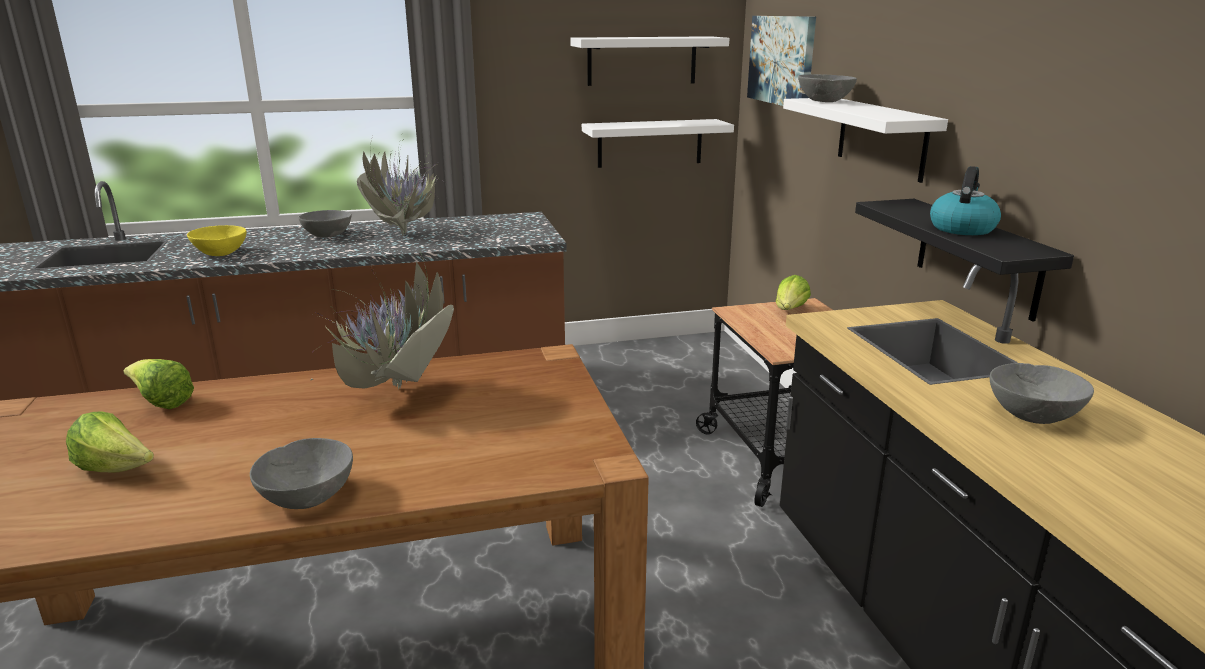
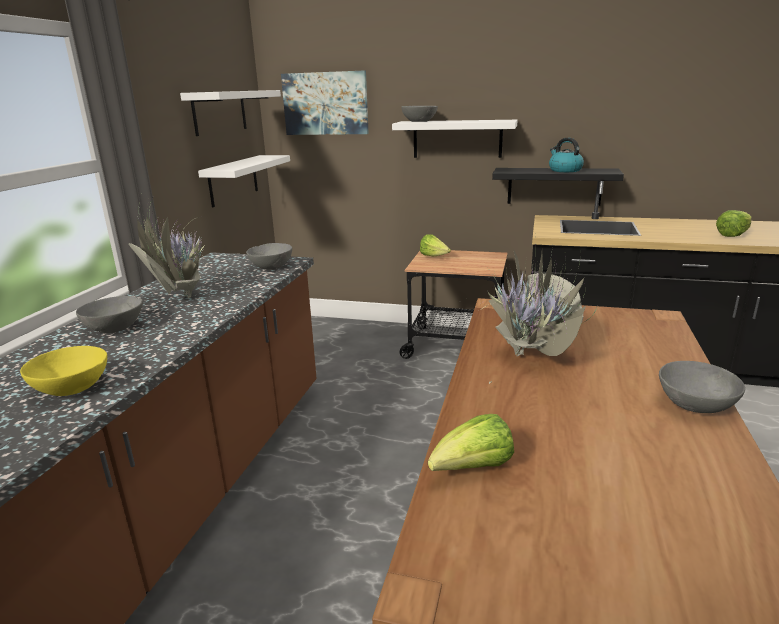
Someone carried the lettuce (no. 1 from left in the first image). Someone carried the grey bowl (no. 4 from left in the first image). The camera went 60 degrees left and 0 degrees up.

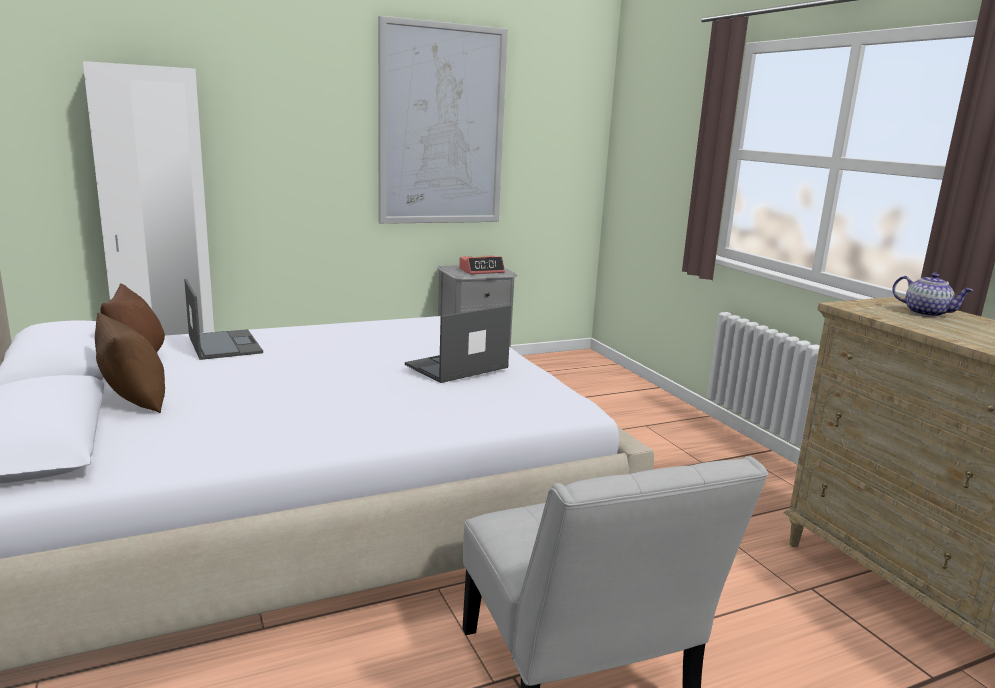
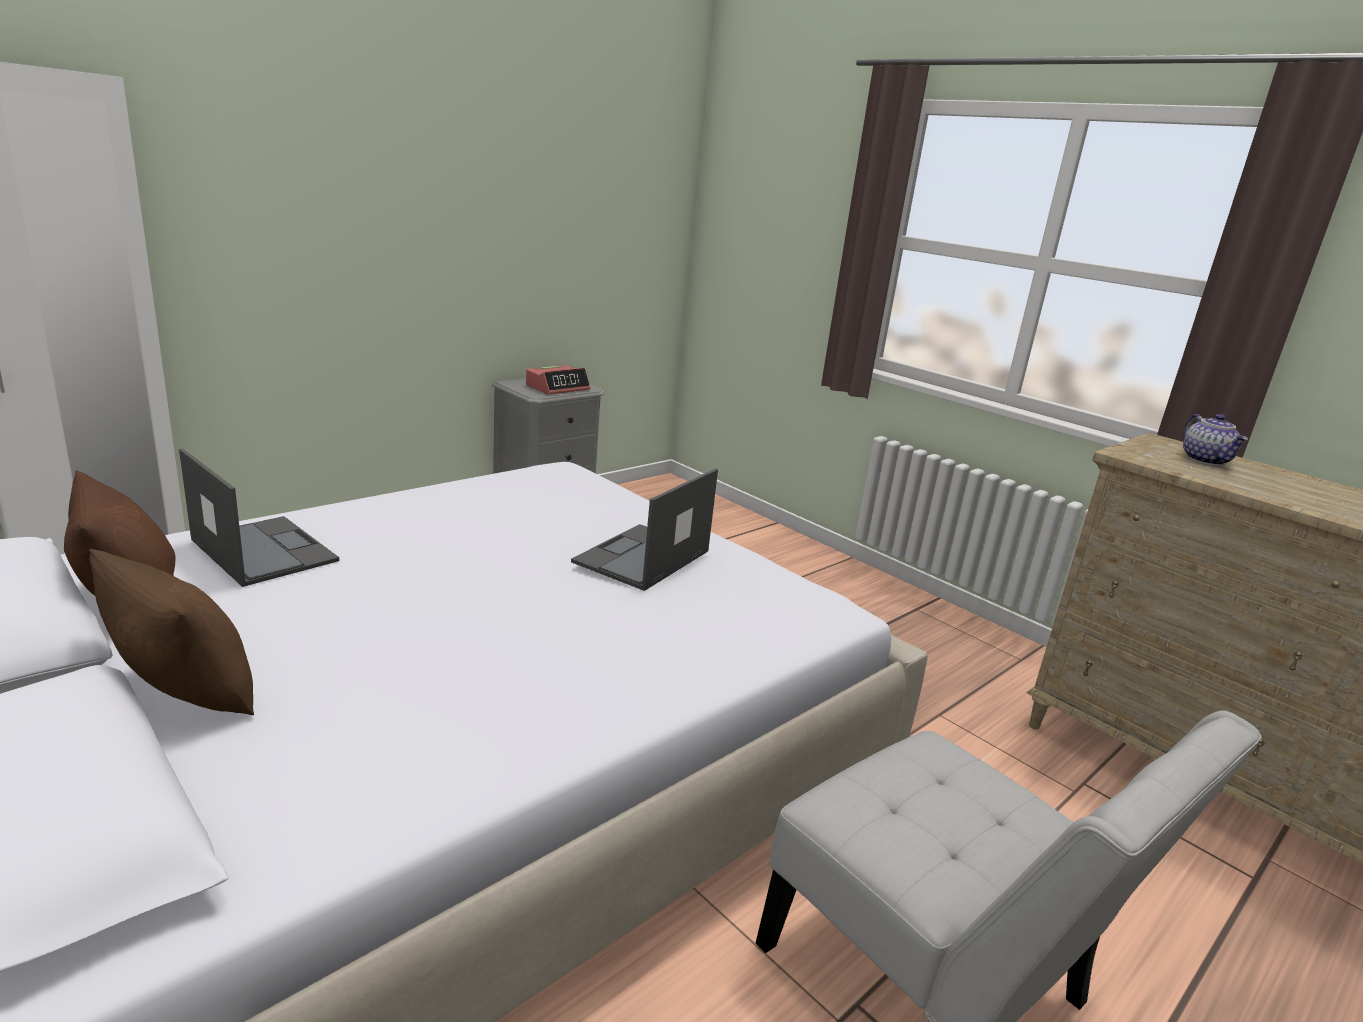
Someone took away the picture. Someone rotated the teapot by 60 degrees clockwise. The camera went 20 degrees left and 5 degrees up.

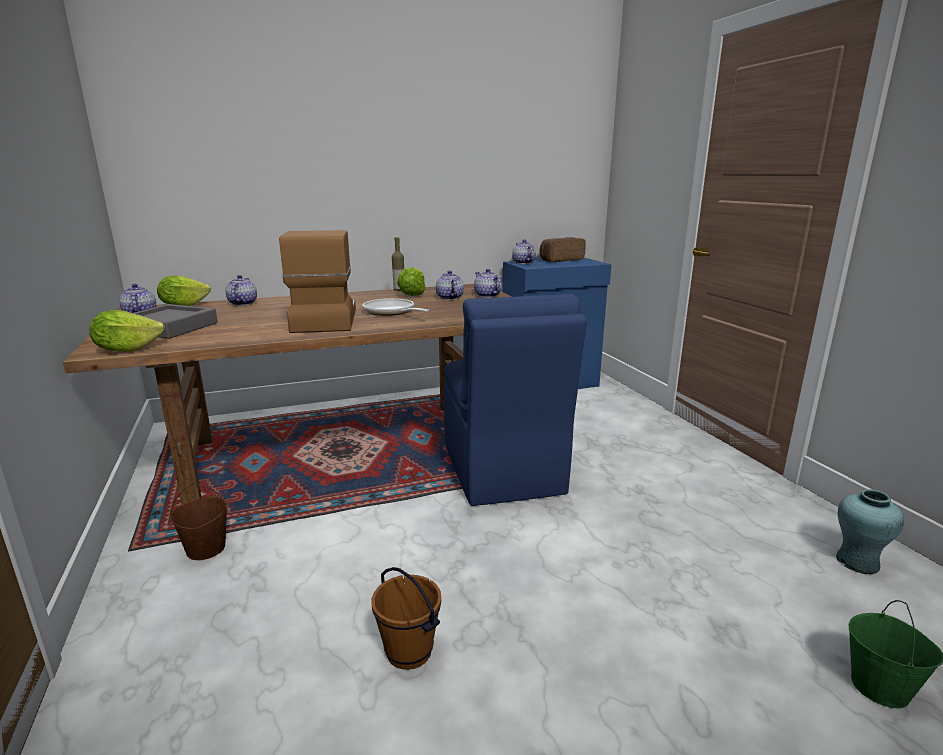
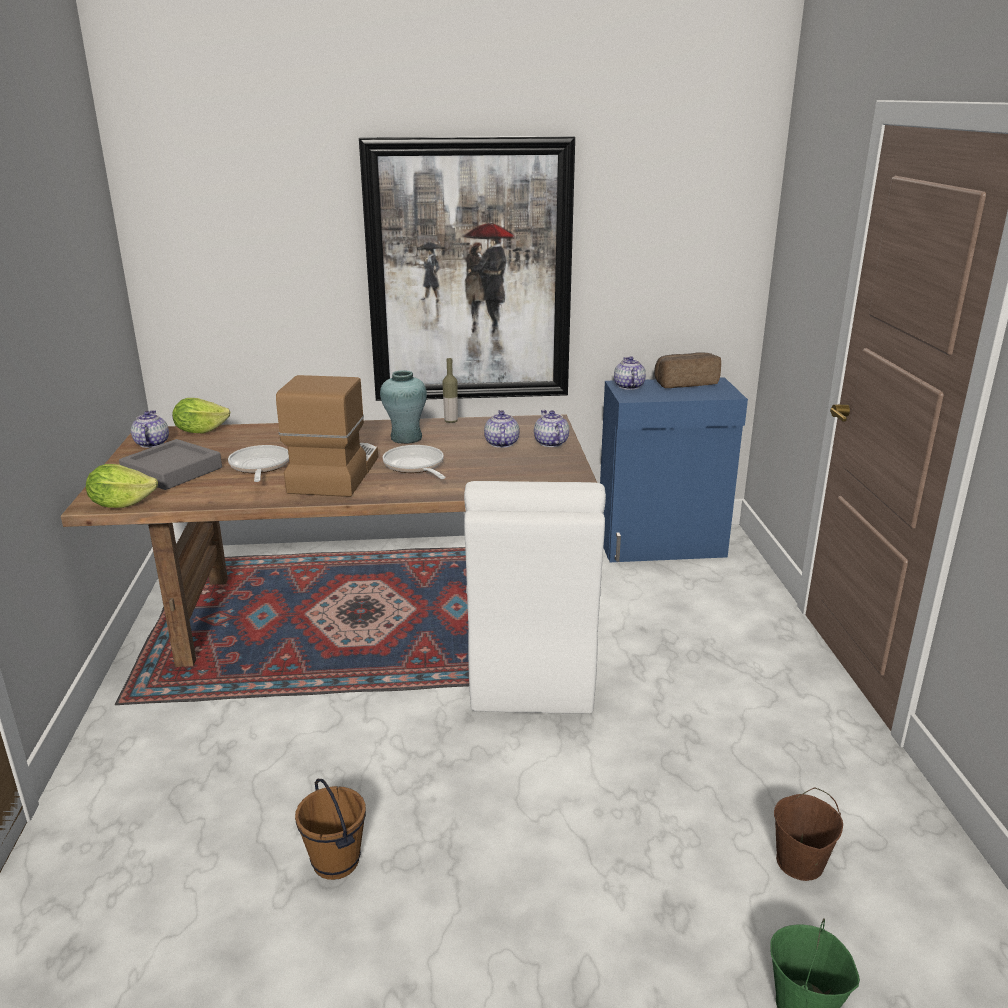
Someone took away the teapot (no. 2 from left). Someone took away the lettuce (no. 3 from left). Someone put down the frying pan (no. 1 from left). Someone put up the picture. Someone carried the brown bucket (no. 1 from left in the first image). Someone carried the turquoise vase. Someone repainted the blue chair, which became the white chair. The camera went 15 degrees right and 5 degrees up.

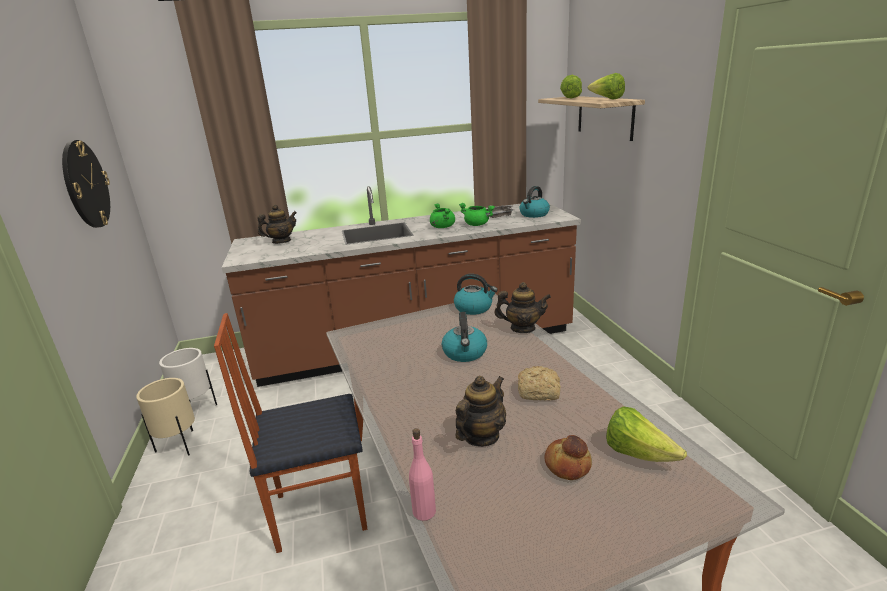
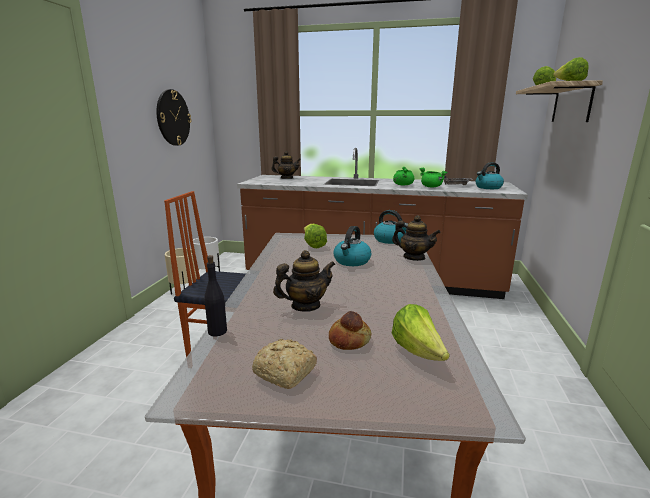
Someone put down the lettuce (no. 1 from left). Someone carried the bread (no. 1 from left). Someone repainted the pink bottle, which became the black bottle. The camera went 25 degrees right and 5 degrees down.

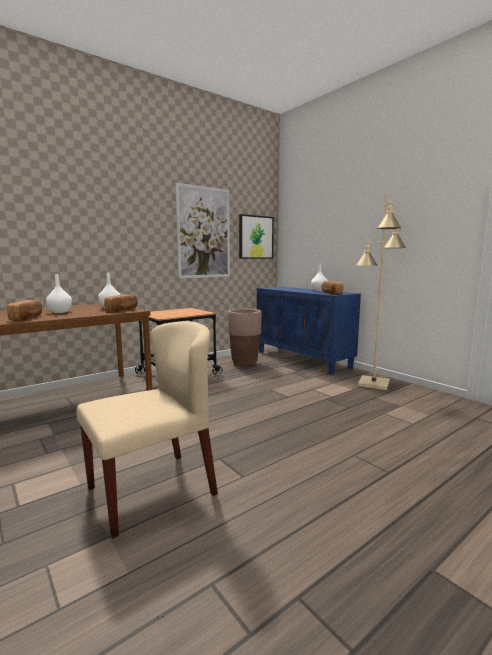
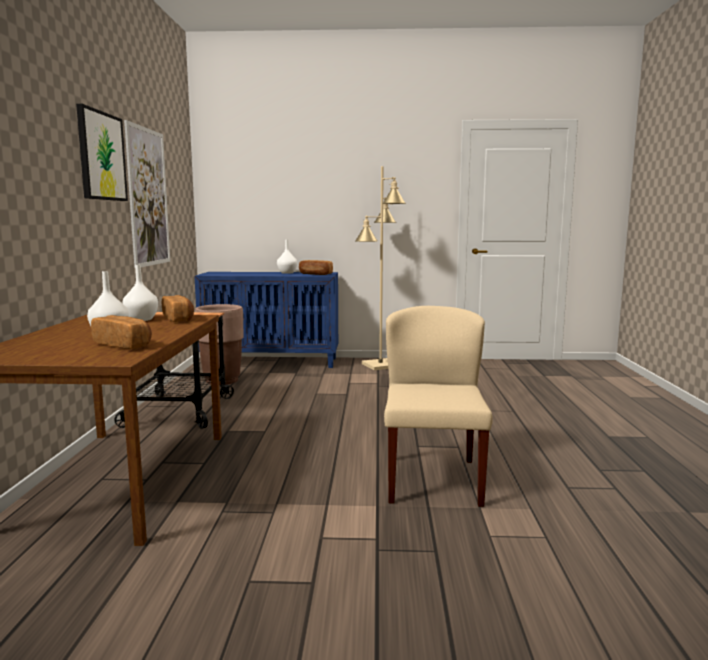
Someone carried the picture (no. 2 from left in the first image). The camera went 50 degrees left and 0 degrees up.

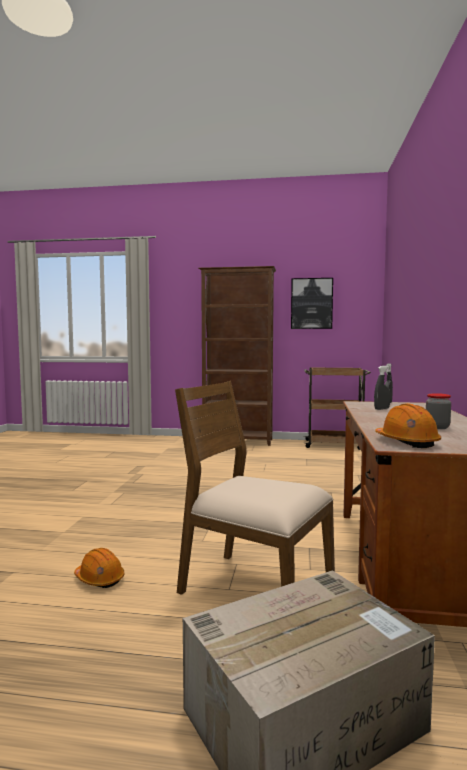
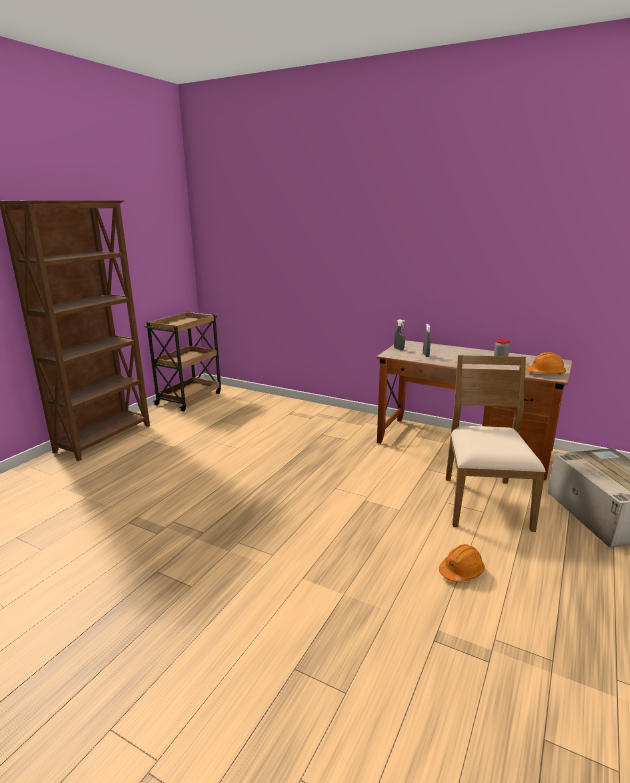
Someone took away the picture. Someone rotated the brown chair by 135 degrees clockwise. The camera went 70 degrees left and 15 degrees up.

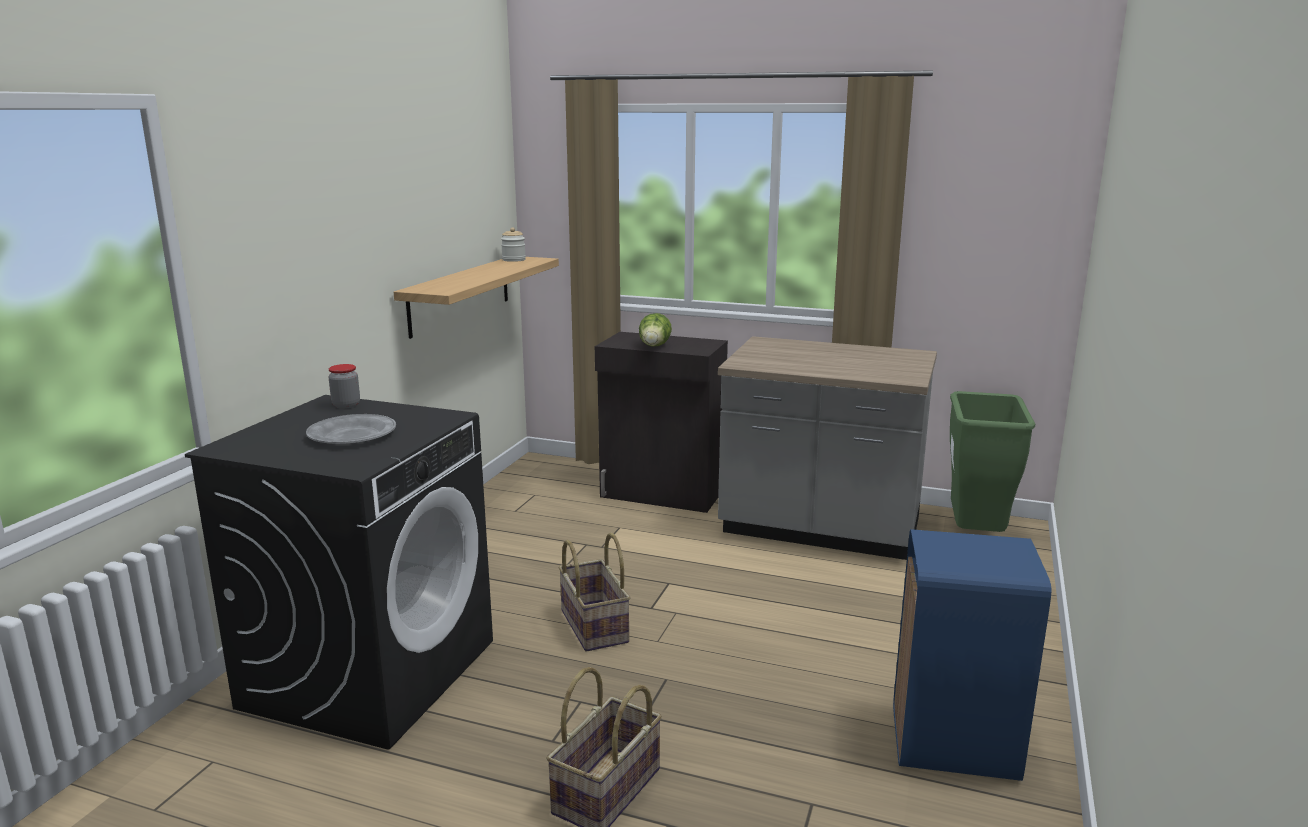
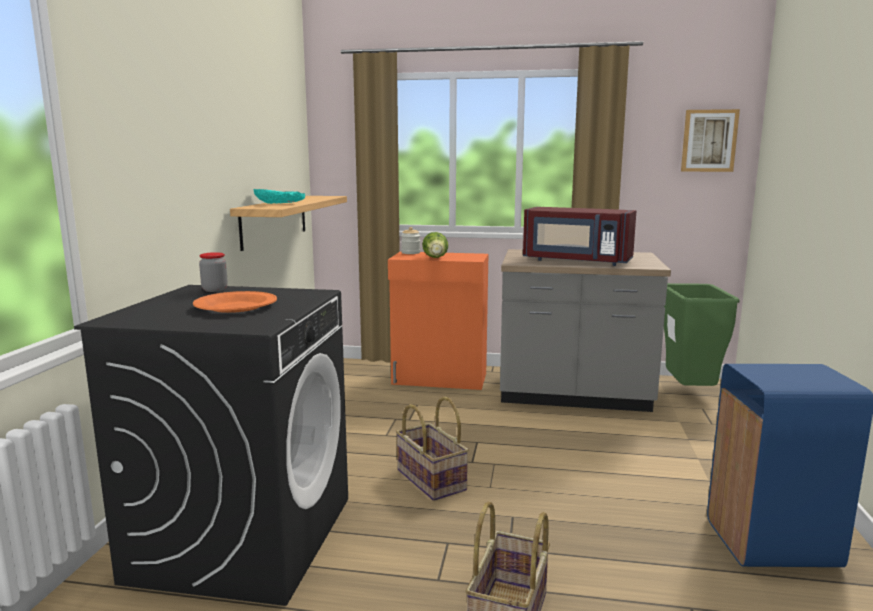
Someone put down the turquoise bowl. Someone put down the red microwave. Someone put up the picture. Someone carried the jar (no. 2 from left). Someone repainted the grey plate, which became the orange plate. Someone repainted the black cabinet, which became the orange cabinet. The camera went 10 degrees left and 5 degrees down.

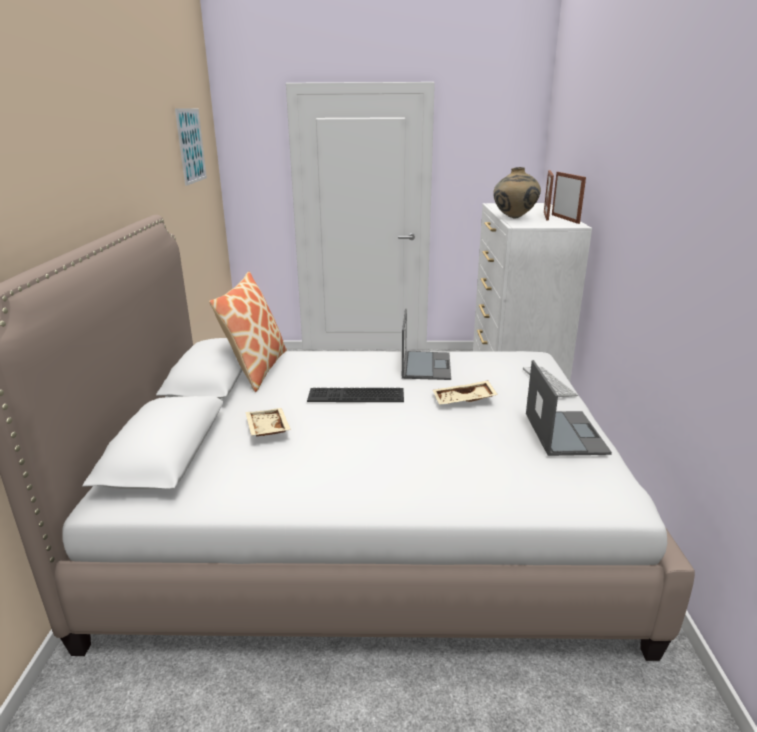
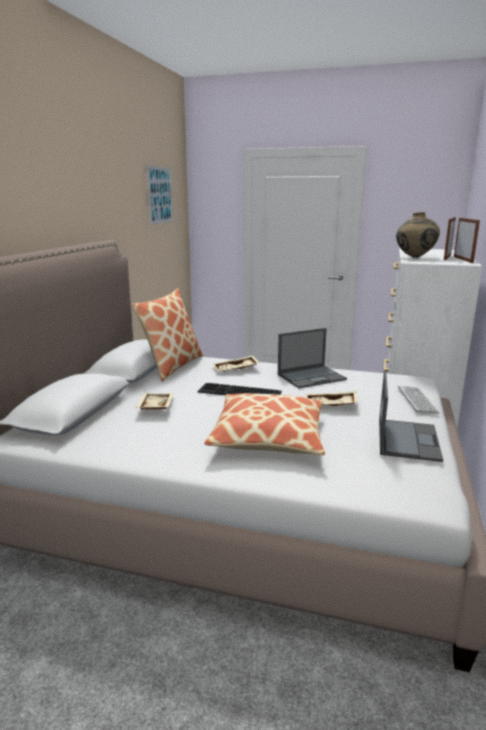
Someone put down the pillow (no. 2 from left). Someone put down the beige tray (no. 2 from left). Someone rotated the laptop (no. 1 from left) by 45 degrees clockwise. The camera went 15 degrees right and 5 degrees down.

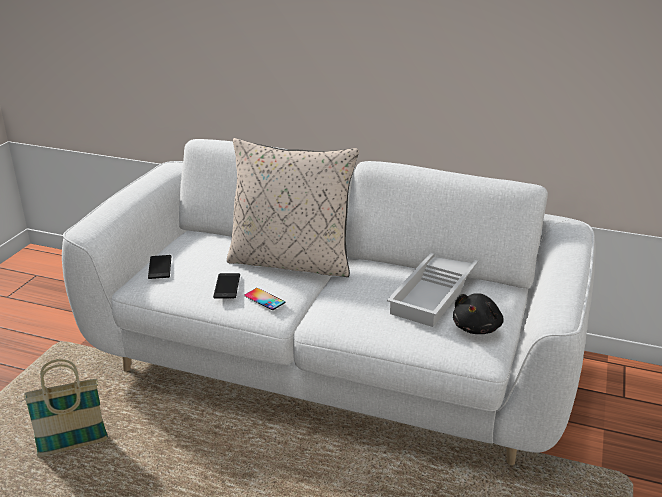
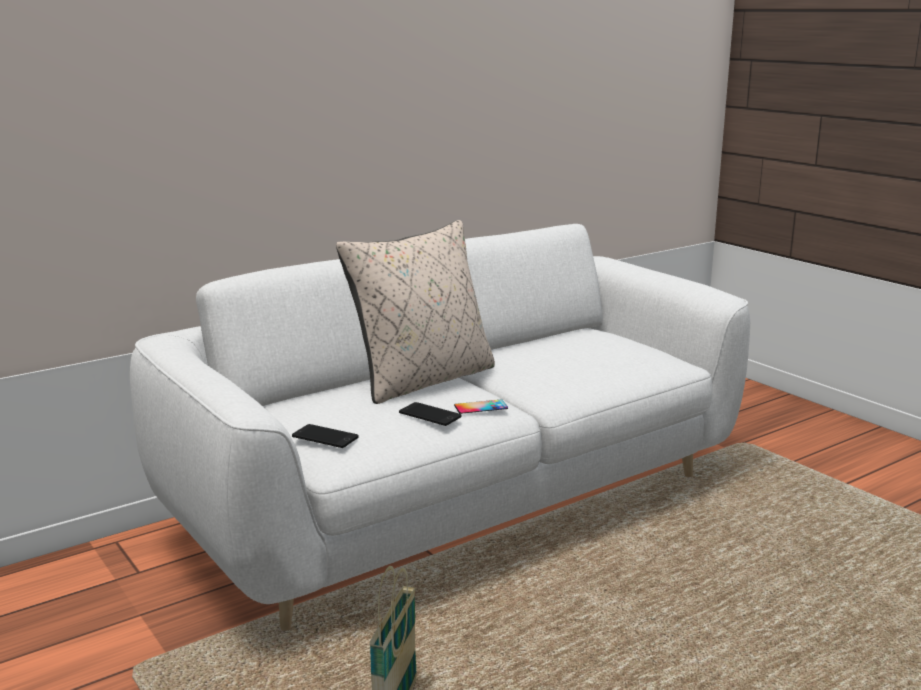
Someone took away the white tray. Someone took away the black plush toy. The camera went 55 degrees left and 10 degrees down.

